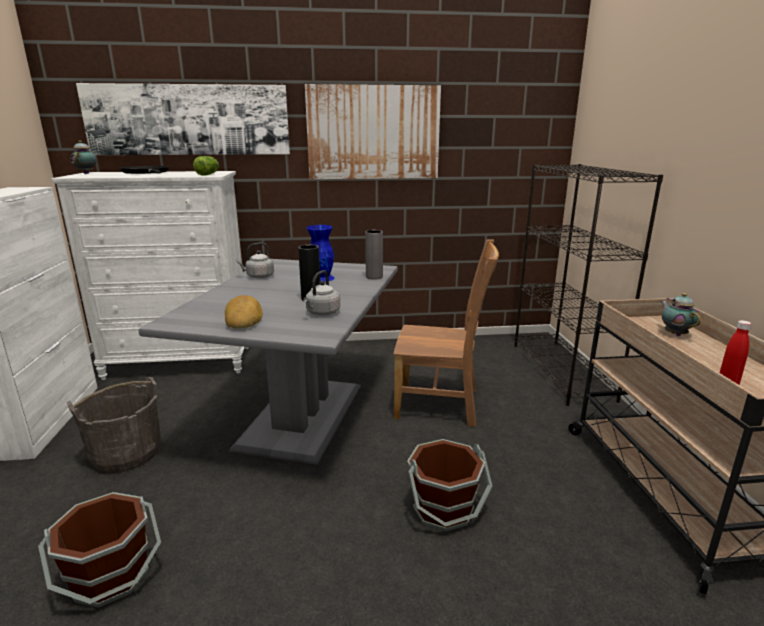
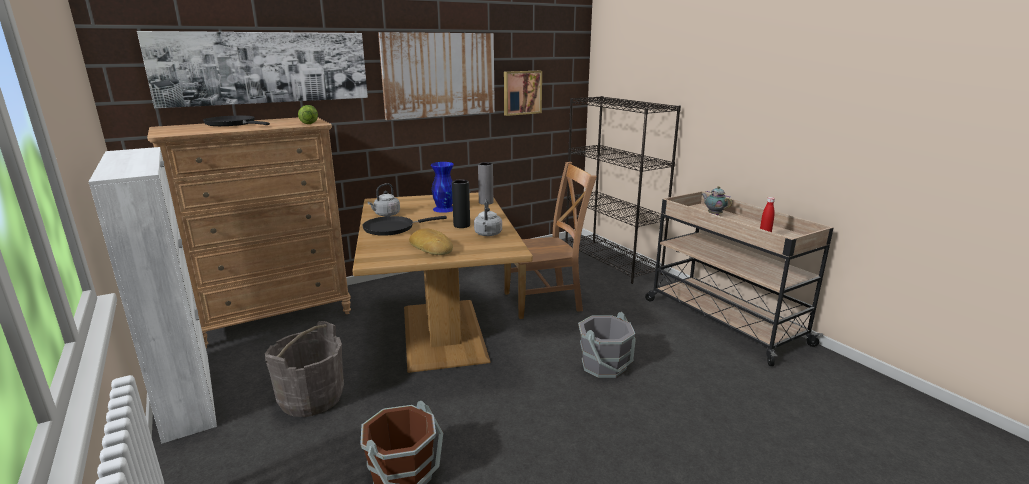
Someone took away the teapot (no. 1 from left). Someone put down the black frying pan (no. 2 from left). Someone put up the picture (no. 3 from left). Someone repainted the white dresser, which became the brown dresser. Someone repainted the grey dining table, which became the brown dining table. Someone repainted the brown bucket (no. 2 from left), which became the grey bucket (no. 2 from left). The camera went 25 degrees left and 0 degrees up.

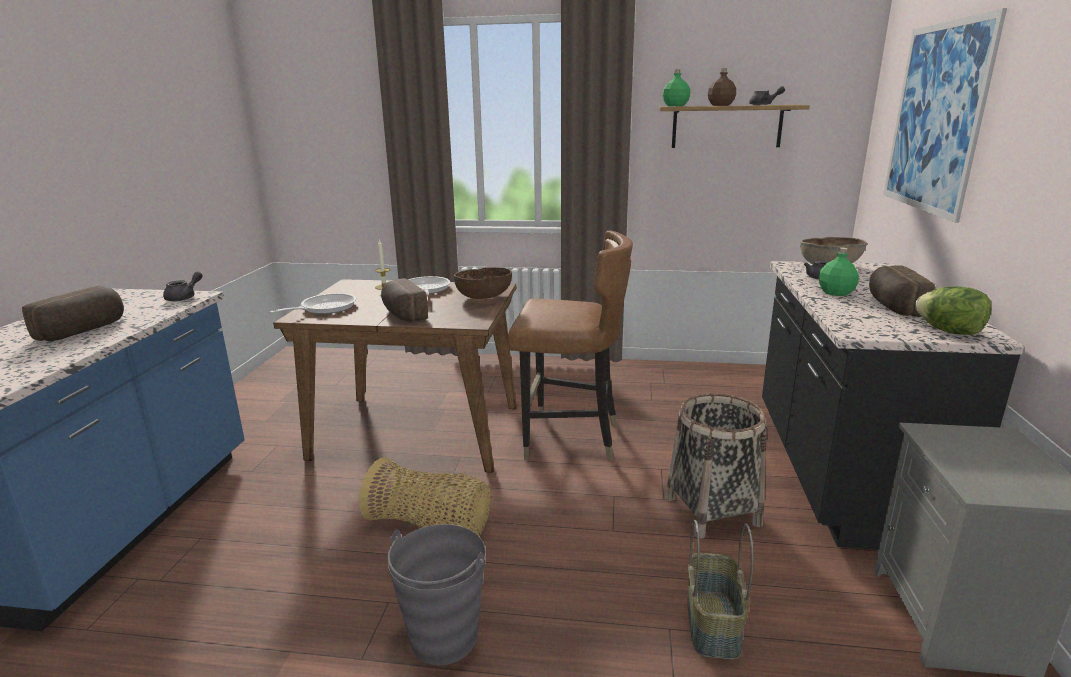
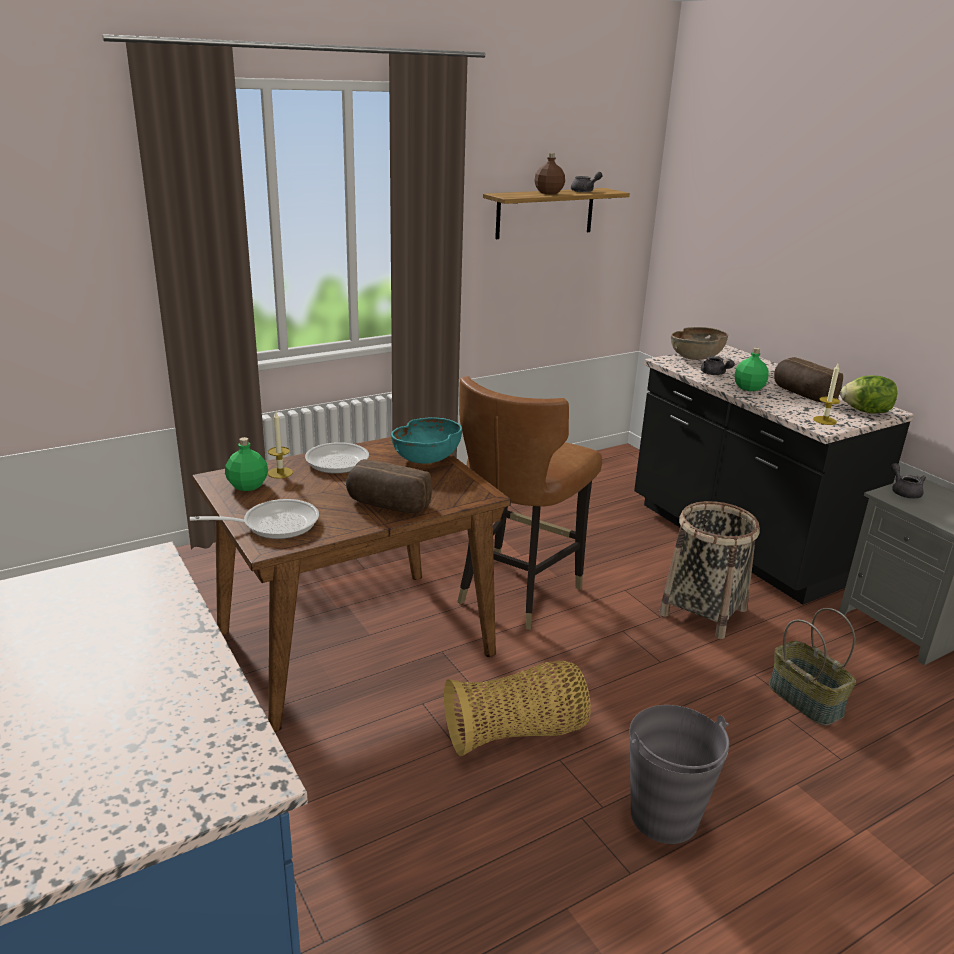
Someone took away the bread (no. 1 from left). Someone took away the picture. Someone put down the candle (no. 2 from left). Someone carried the grey teapot (no. 1 from left in the first image). Someone carried the green bottle (no. 1 from left). Someone repainted the brown bowl (no. 1 from left), which became the turquoise bowl. Someone rotated the frying pan (no. 1 from left) by 75 degrees clockwise. Someone rotated the brown chair by 150 degrees clockwise. The camera went 40 degrees left and 5 degrees up.

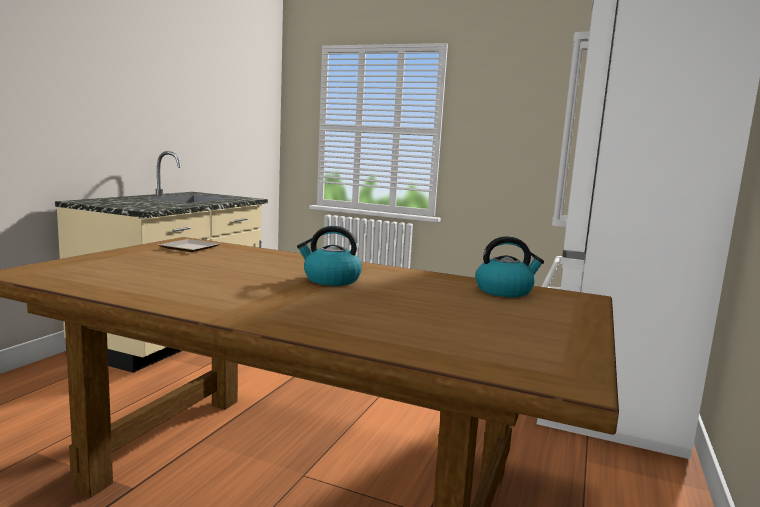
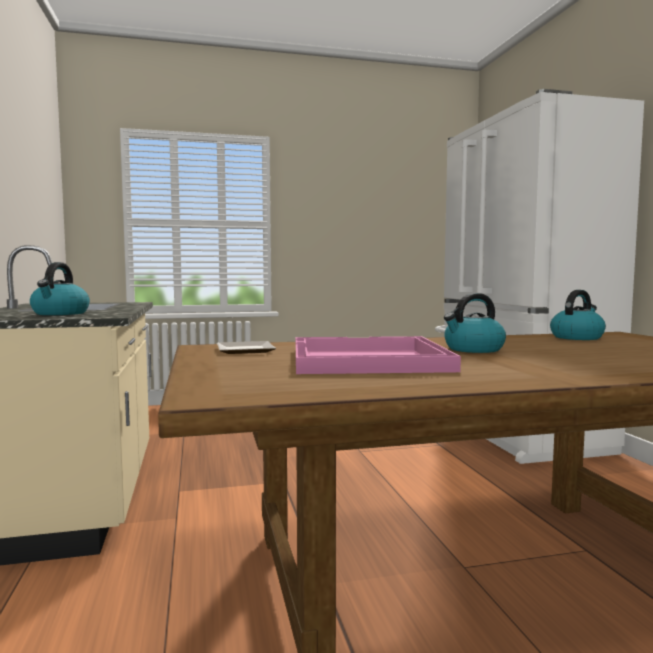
Someone put down the kettle (no. 1 from left). Someone put down the pink tray. The camera went 35 degrees left and 5 degrees down.

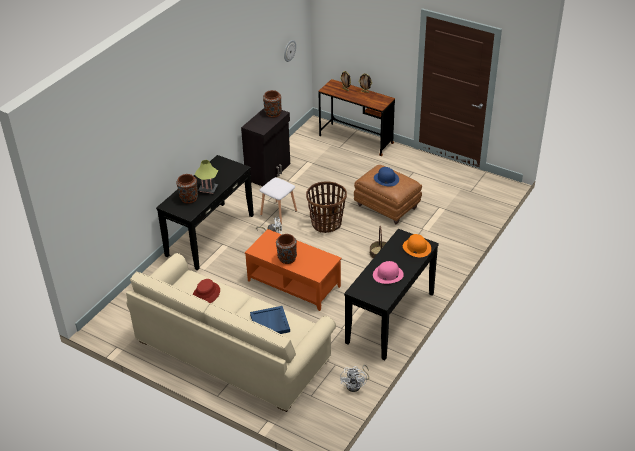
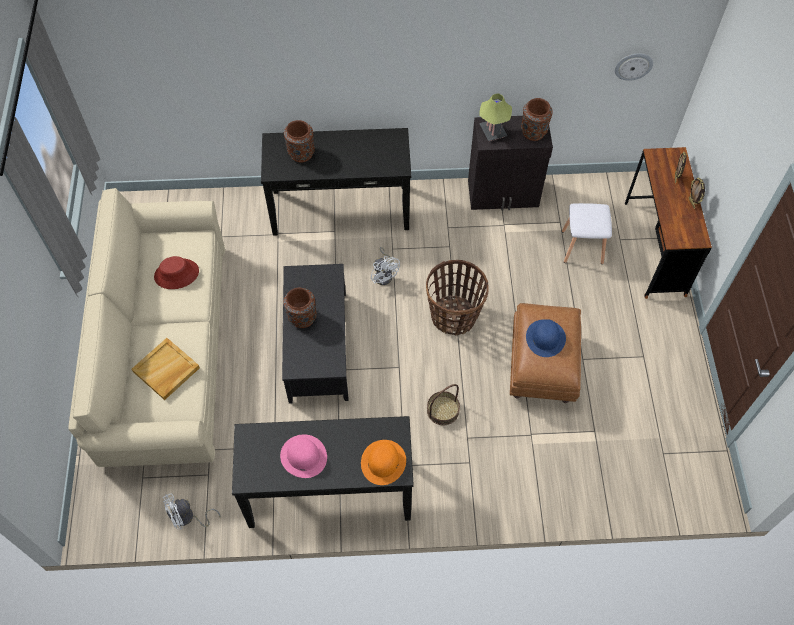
Someone carried the table lamp. Someone carried the white stool. Someone repainted the orange coffee table, which became the black coffee table. Someone repainted the blue tray, which became the beige tray. The camera went 55 degrees right and 20 degrees up.

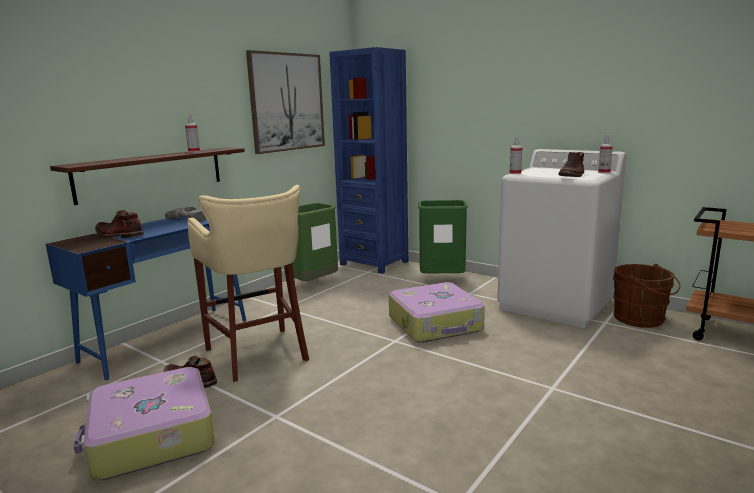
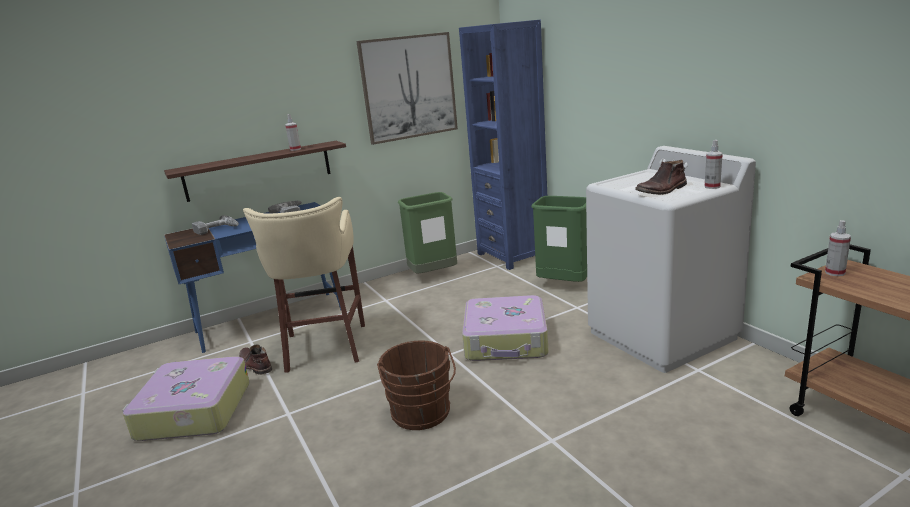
Someone carried the spray bottle (no. 2 from left in the first image). Someone carried the brown bucket. Someone swapped the brown boot (no. 1 from left) for the power drill (no. 1 from left). The camera went 25 degrees right and 5 degrees up.

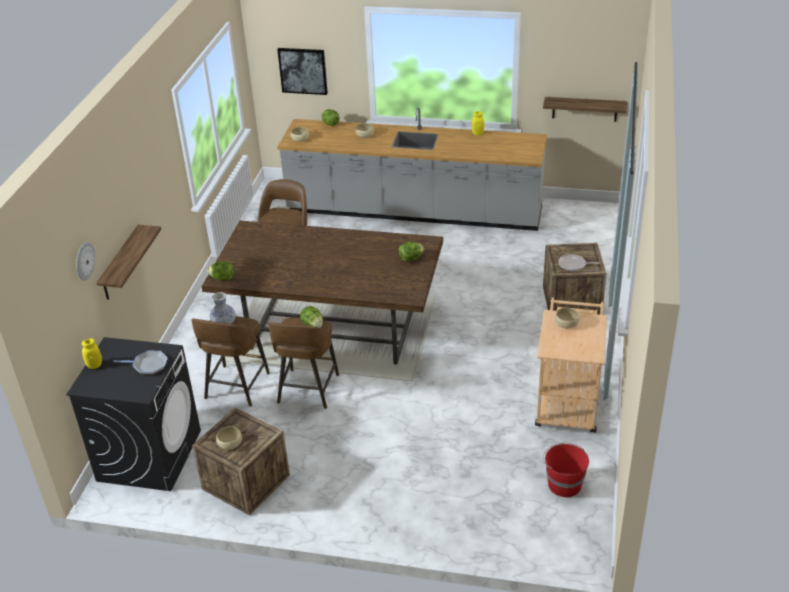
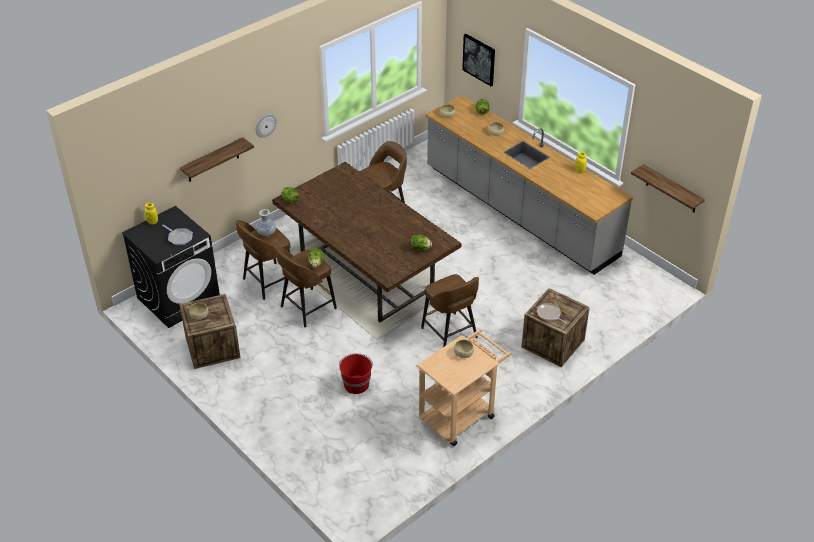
Someone put down the brown stool (no. 4 from left). Someone carried the wall clock. Someone carried the red bucket. The camera went 35 degrees right and 5 degrees up.

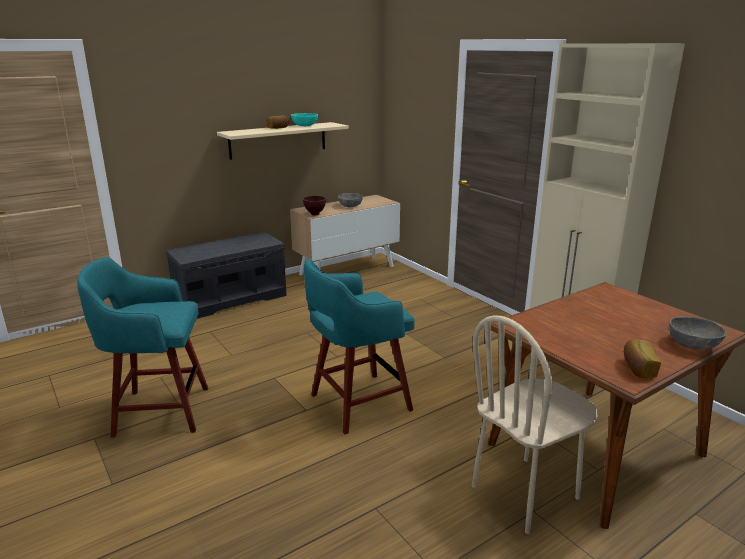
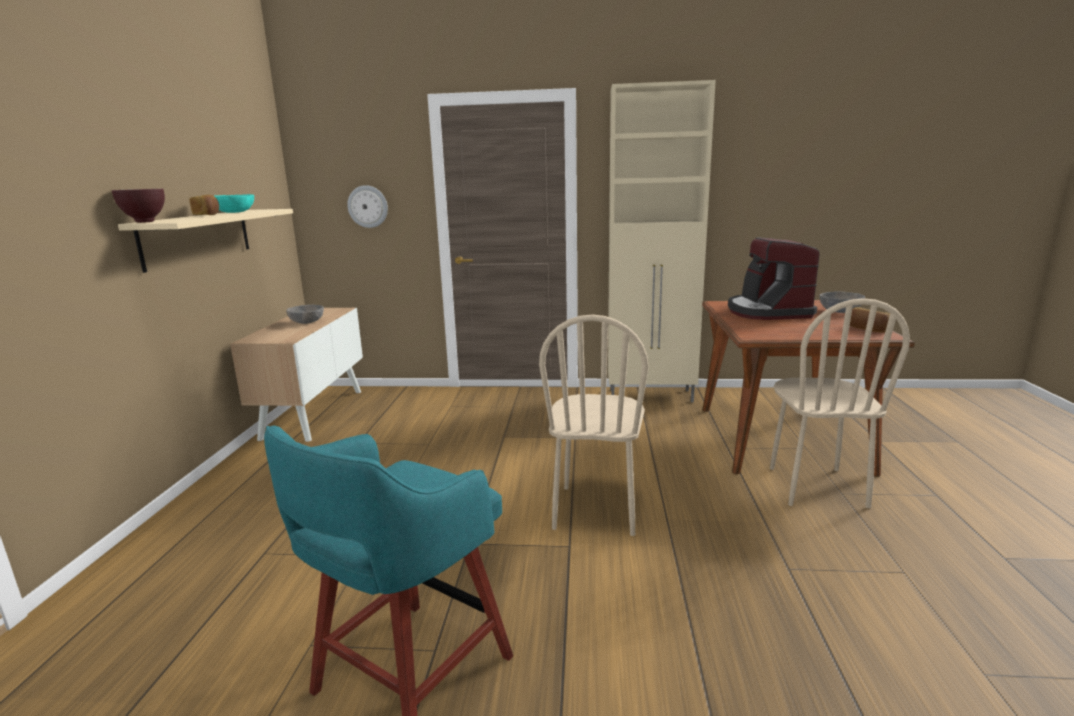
Someone took away the grey bench. Someone put up the wall clock. Someone put down the coffee machine. Someone carried the brown bowl. Someone swapped the turquoise stool (no. 2 from left) for the beige chair (no. 1 from left). The camera went 50 degrees left and 5 degrees down.

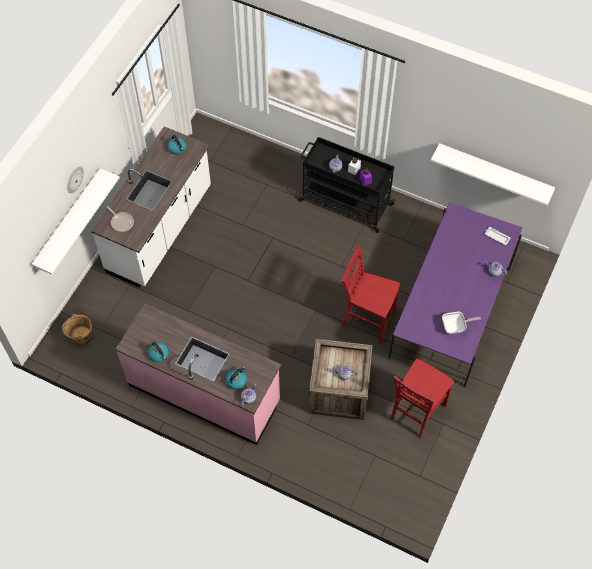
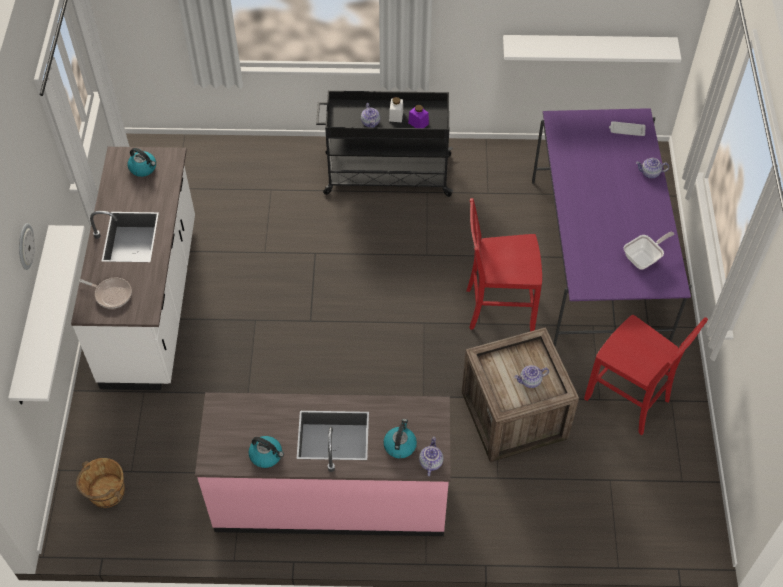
Someone rotated the red chair (no. 2 from left) by 60 degrees counterclockwise. The camera went 25 degrees left and 5 degrees down.

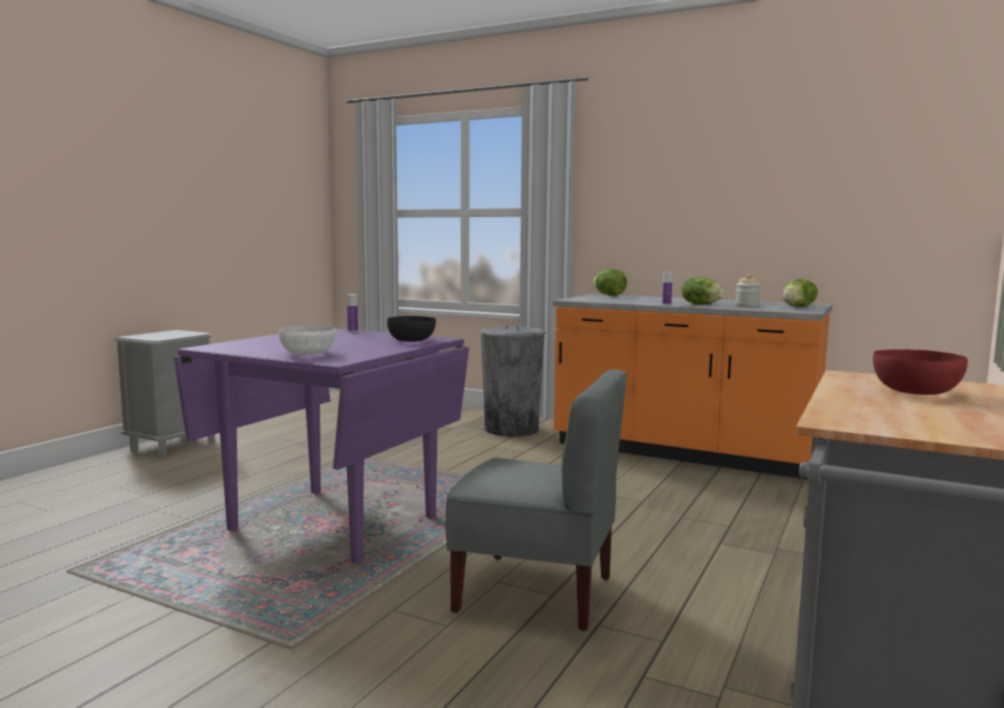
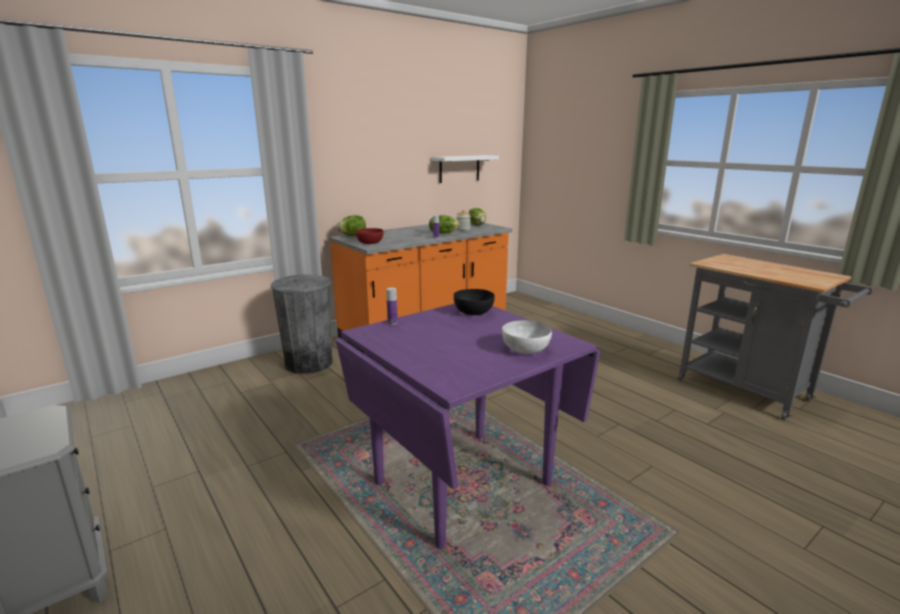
Someone took away the grey chair. Someone put up the white shelf. Someone carried the red bowl. The camera went 65 degrees left and 10 degrees up.

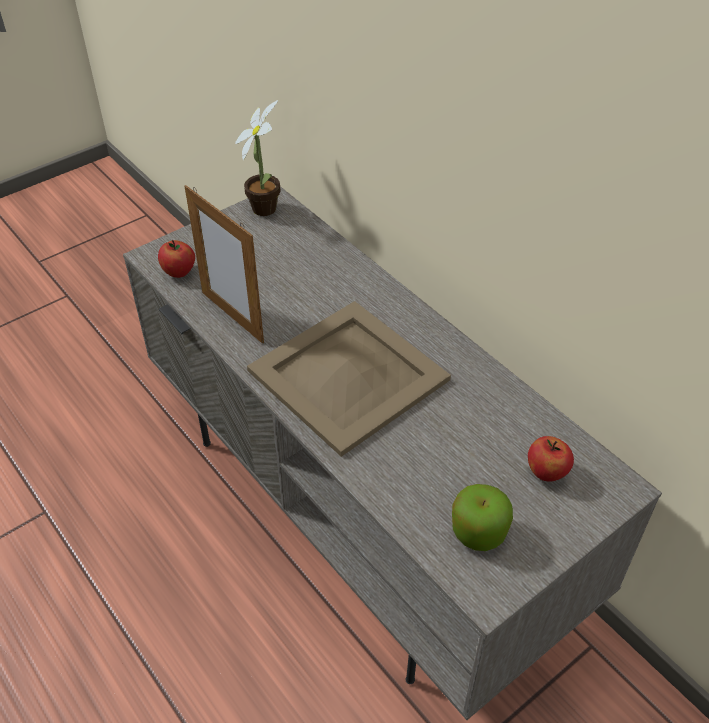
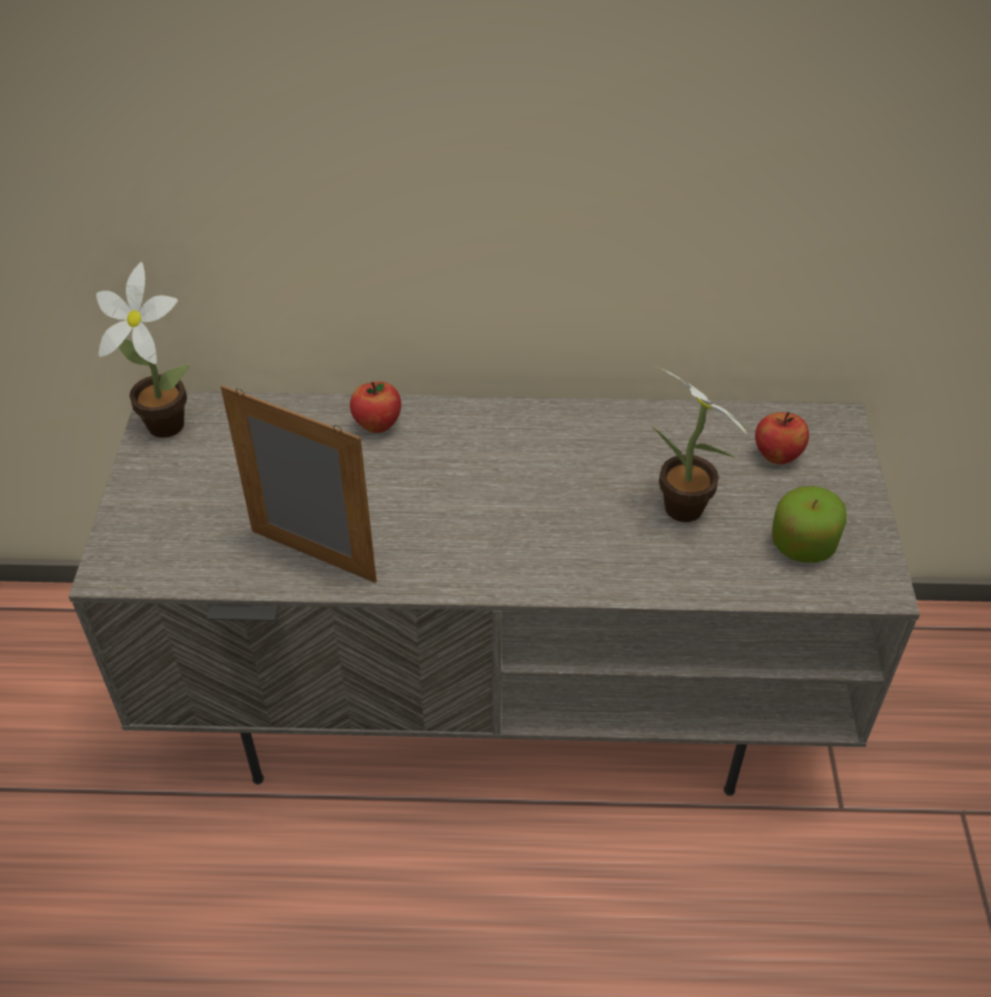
Someone took away the beige tray. Someone put down the potted plant (no. 2 from left). Someone carried the apple (no. 1 from left). Someone rotated the picture frame by 150 degrees counterclockwise. The camera went 50 degrees left and 0 degrees up.

